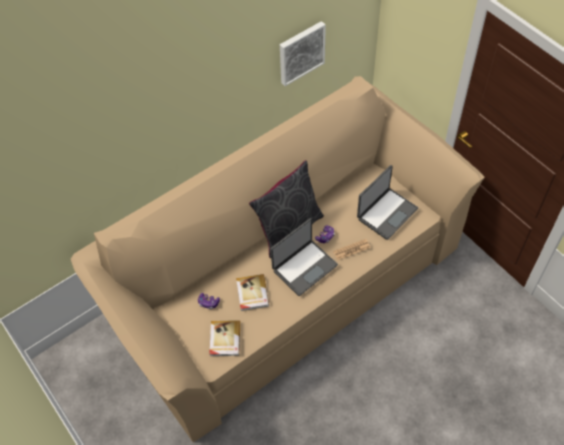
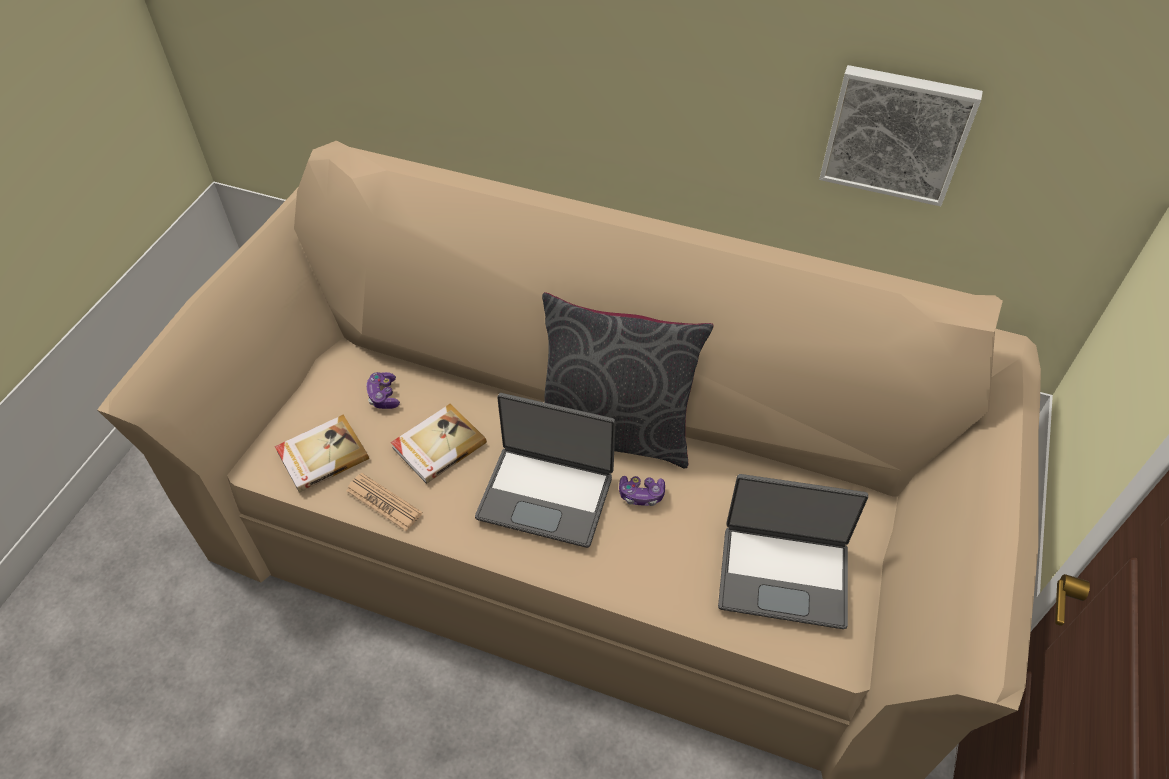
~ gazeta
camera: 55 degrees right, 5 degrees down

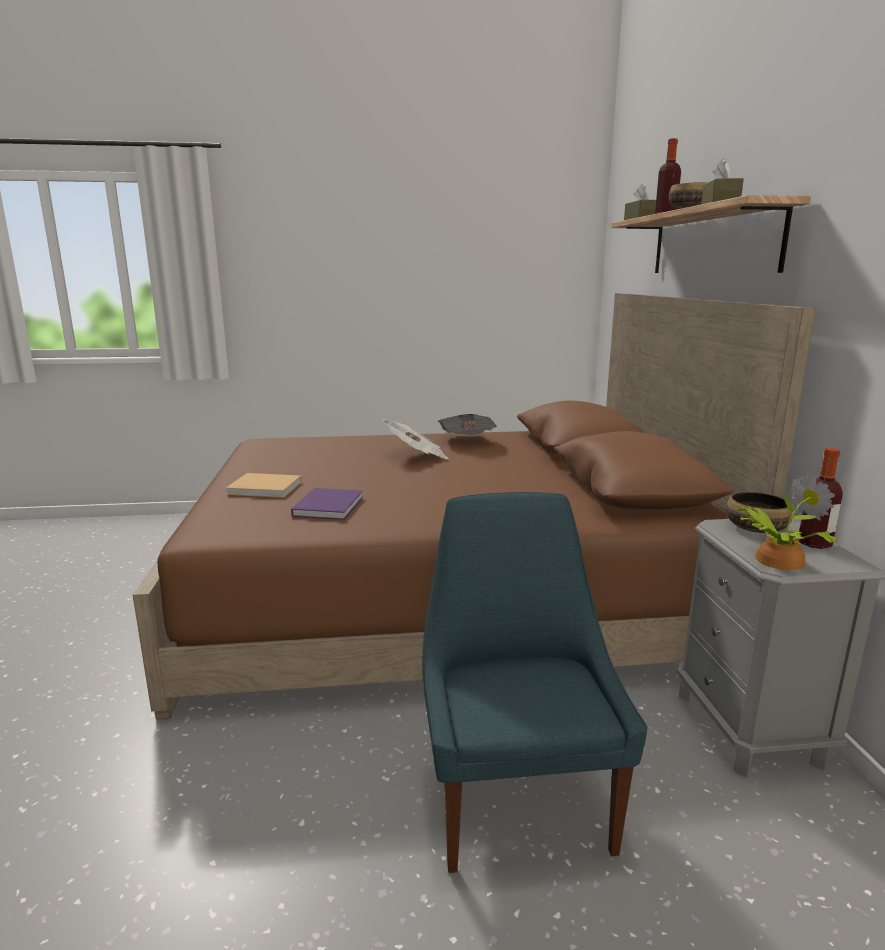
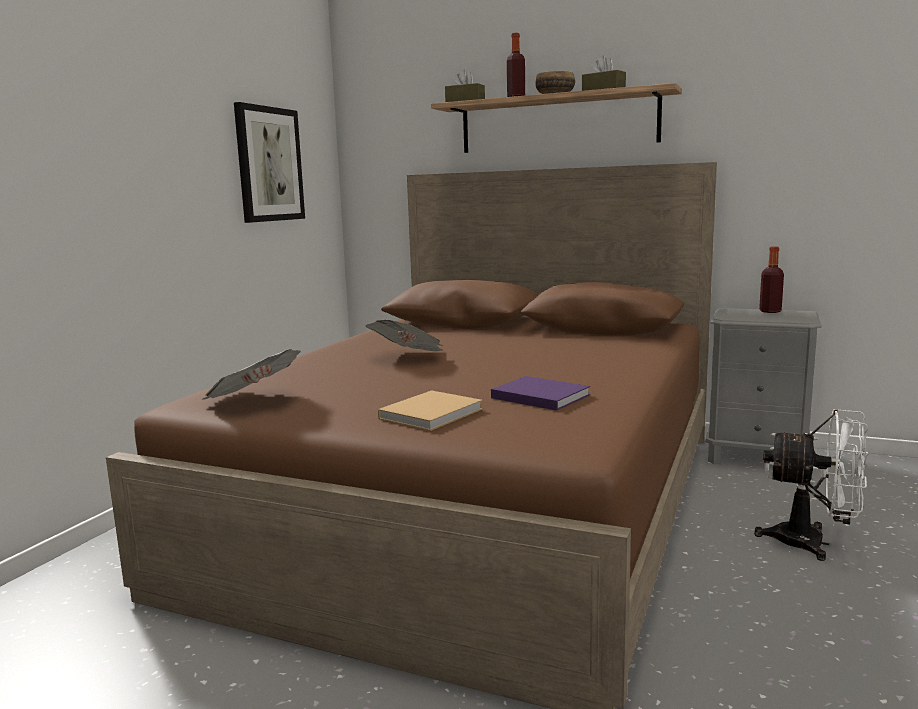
~ gazeta (no. 2 from left in the first image) to gazeta (no. 1 from left)
+ obraz
~ krzesło/niebieski to wentylator/biały
- miska (no. 2 from left)
- roślina doniczkowa
camera: 60 degrees left, 5 degrees down

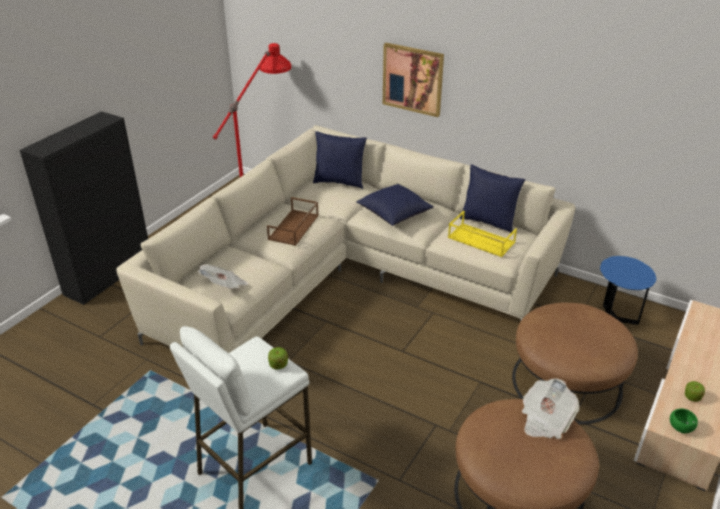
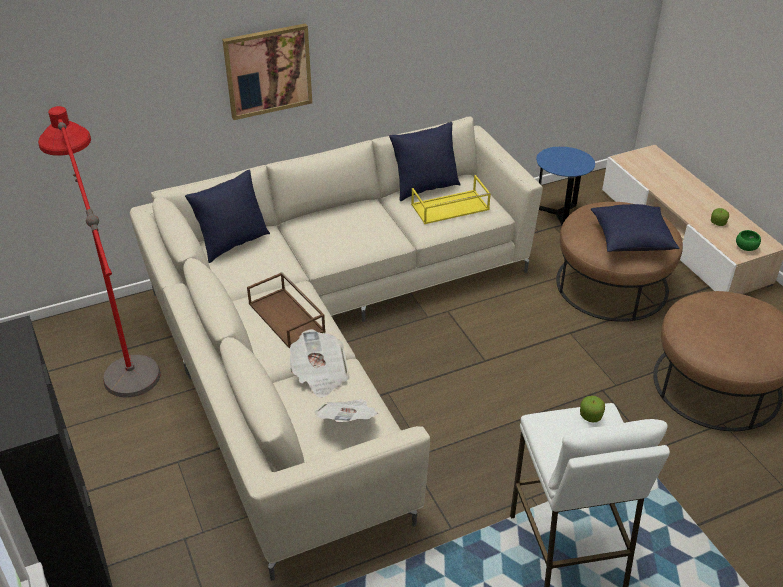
~ gazeta (no. 2 from left in the first image) to gazeta (no. 1 from left)
~ poduszka/niebieski (no. 2 from left in the first image) to poduszka/niebieski (no. 3 from left)
camera: 55 degrees left, 5 degrees up

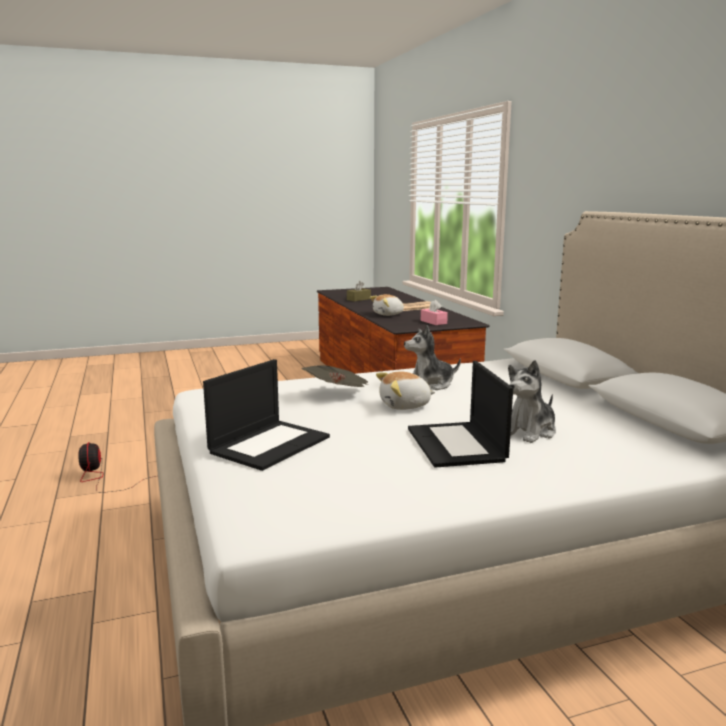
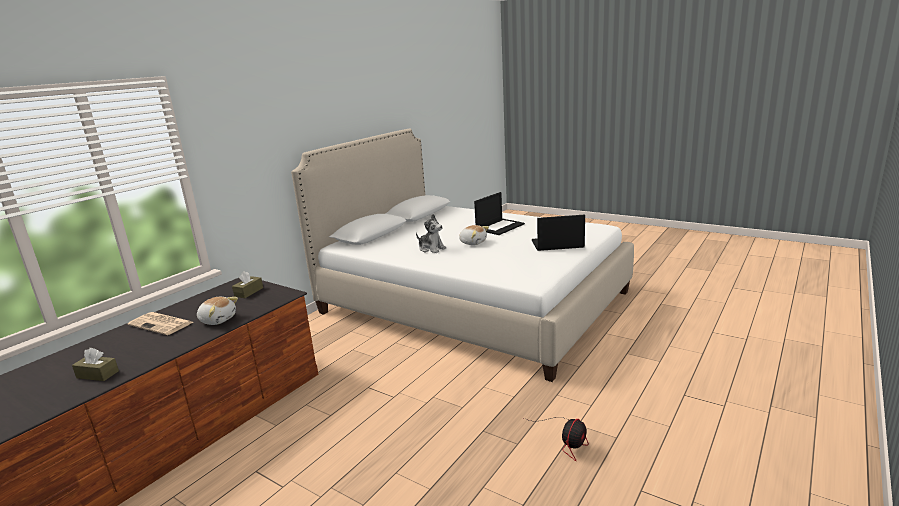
~ pudełko chusteczek/różowy to pudełko chusteczek/brązowy (no. 2 from left)
- gazeta (no. 1 from left)
- pluszak (no. 4 from left)
camera: 125 degrees left, 5 degrees up

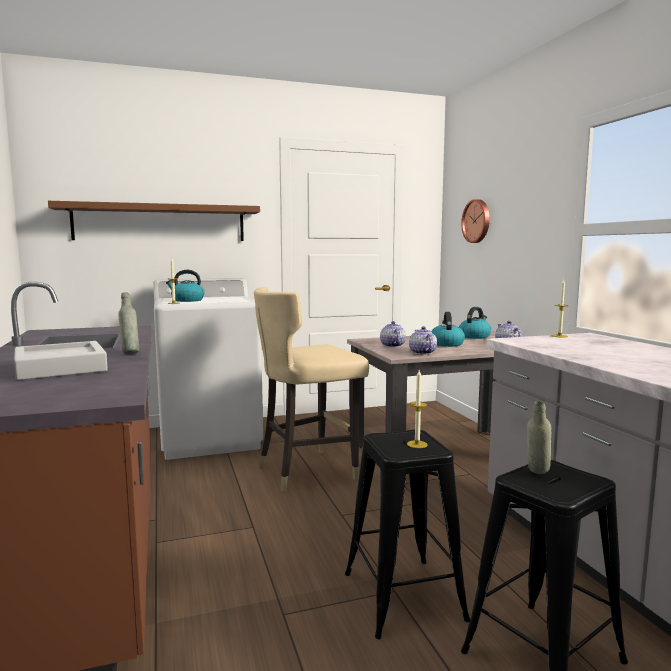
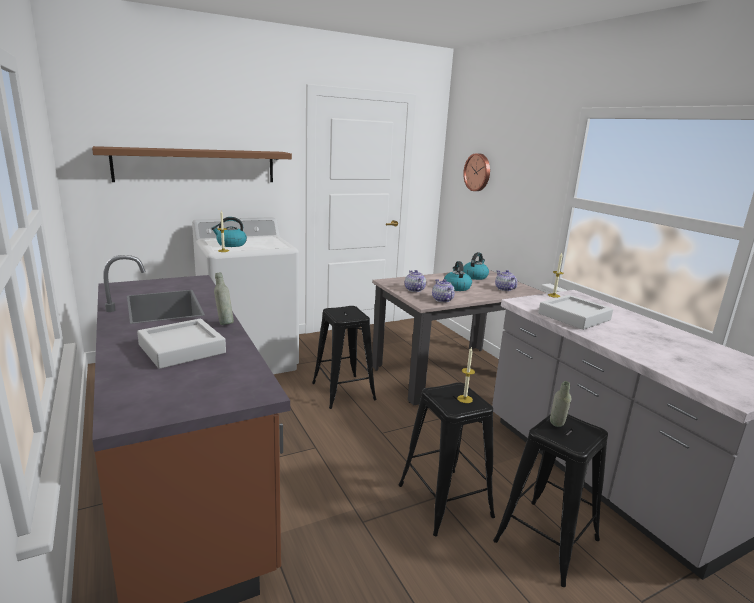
~ krzesło/beżowy to stołek/czarny (no. 1 from left)
+ taca/szary (no. 2 from left)
camera: 10 degrees left, 10 degrees up

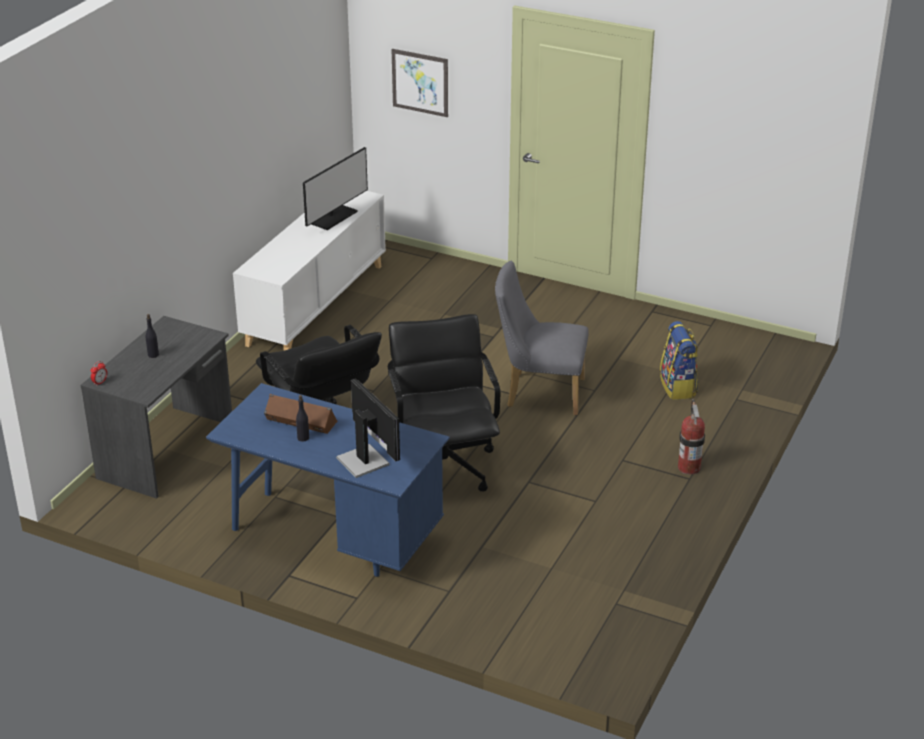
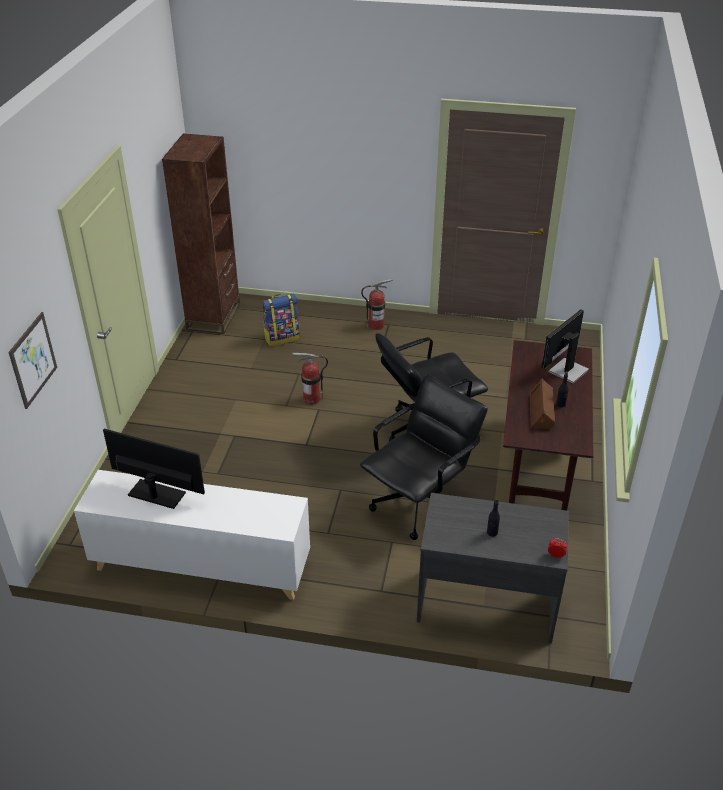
+ regał/brązowy
~ krzesło/szary to gaśnica (no. 1 from left)
~ biurko/niebieski to biurko/brązowy
camera: 105 degrees left, 5 degrees up

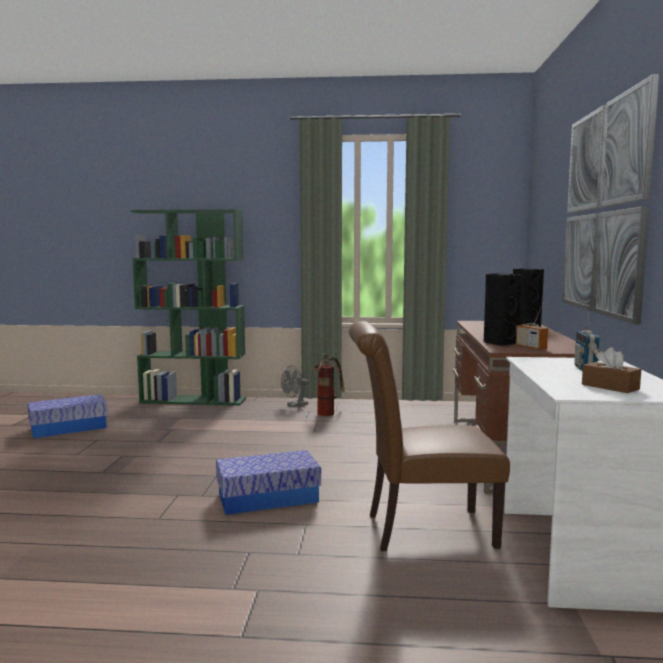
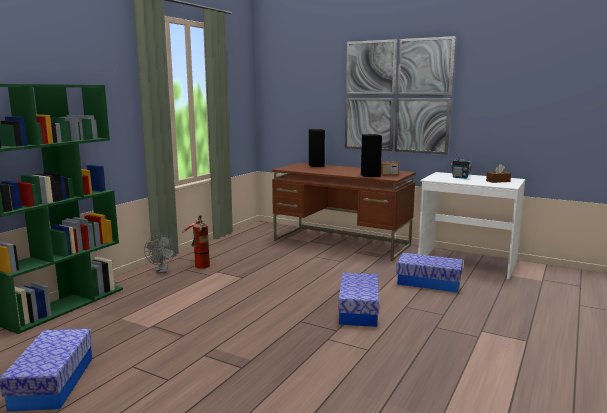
~ krzesło/brązowy to pojemnik do przechowywania (no. 3 from left)
camera: 65 degrees left, 5 degrees up

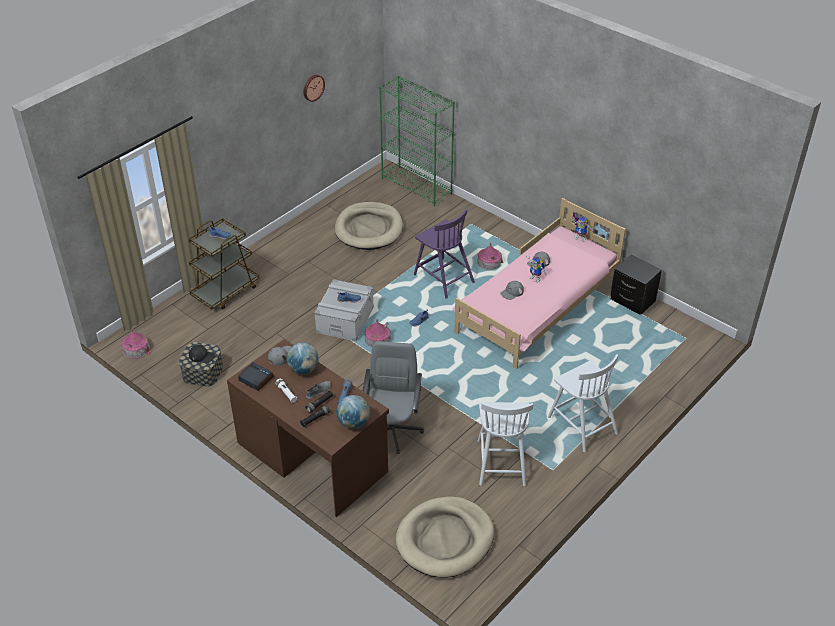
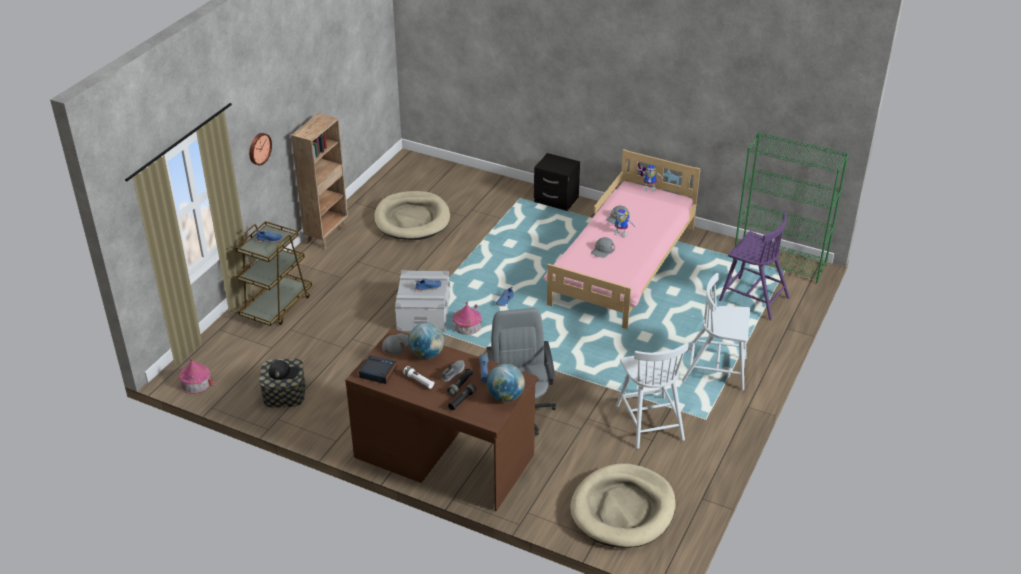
~ zegar ścienny
+ regał/brązowy
~ szafka nocna/czarny
~ krzesło/biały (no. 2 from left) 150 degrees clockwise
~ krzesło/fioletowy
~ regał/zielony
- domek (no. 3 from left)
camera: 15 degrees left, 5 degrees down

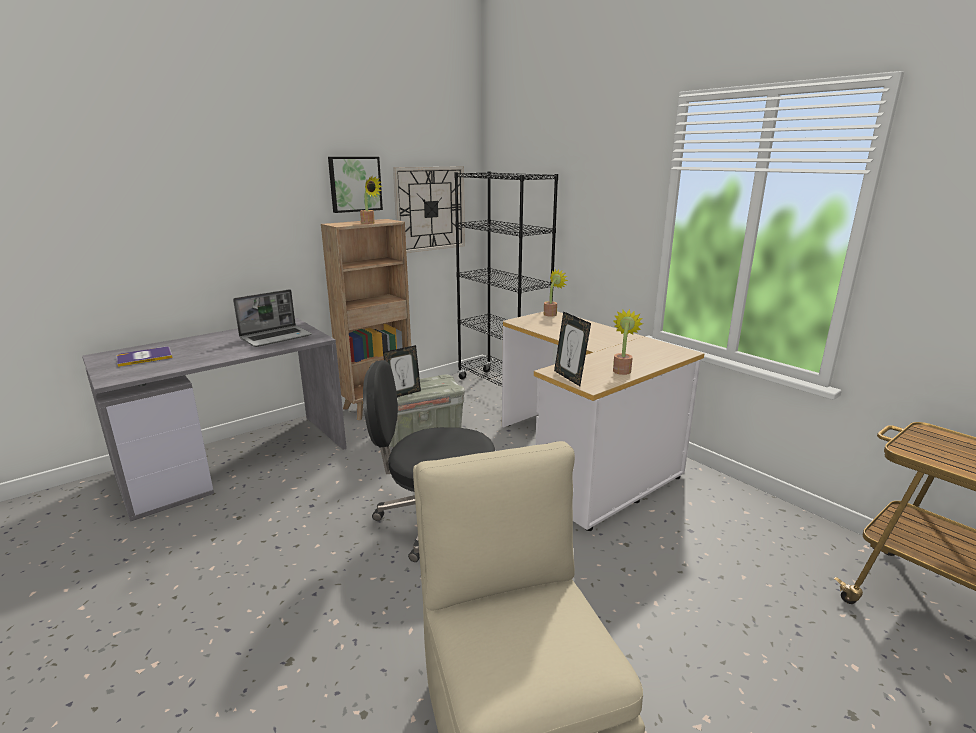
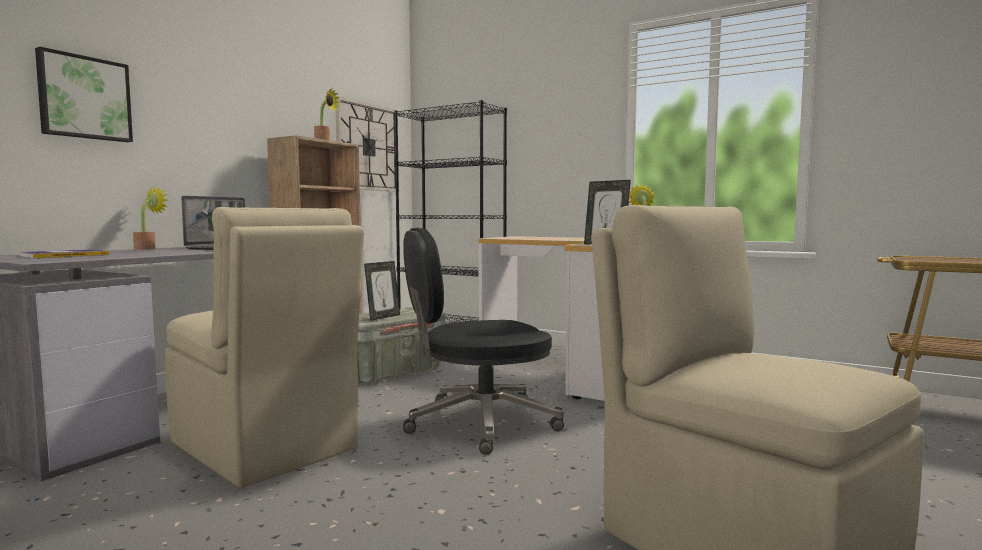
~ obraz
~ roślina doniczkowa (no. 2 from left in the first image) to roślina doniczkowa (no. 1 from left)
+ krzesło/beżowy (no. 1 from left)
camera: 20 degrees left, 15 degrees down

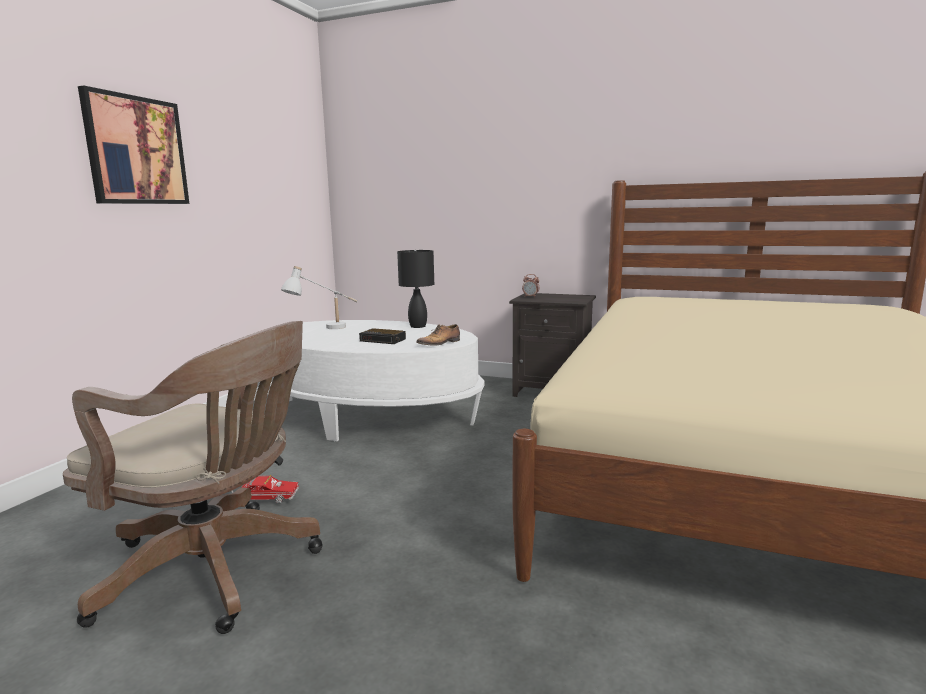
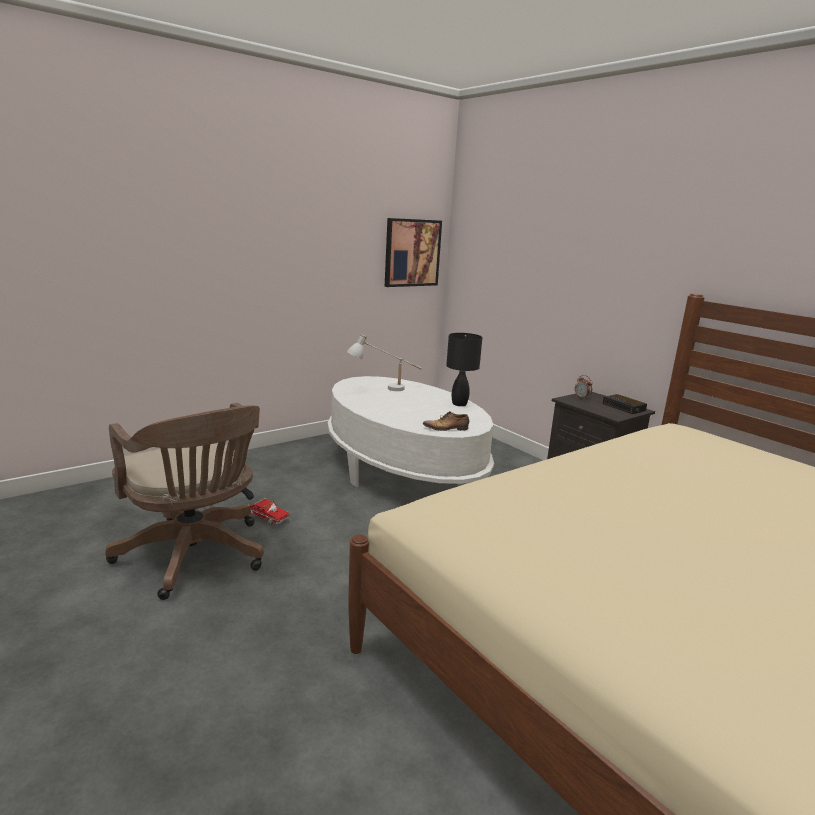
~ obraz
~ budzik (no. 1 from left in the first image) to budzik (no. 2 from left)
camera: 30 degrees right, 5 degrees up

